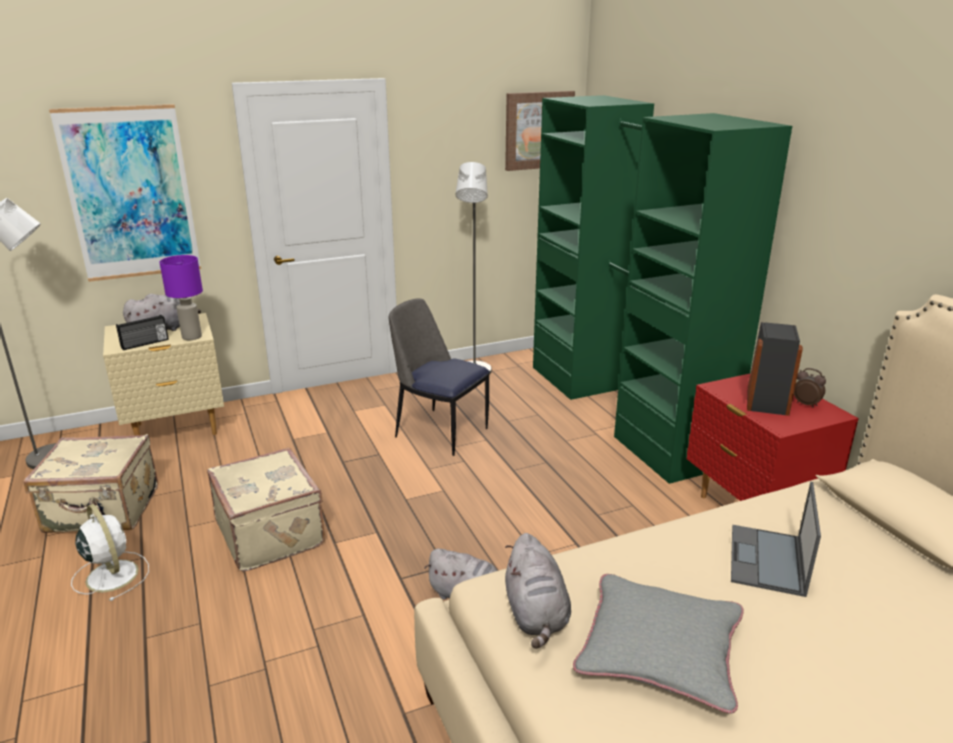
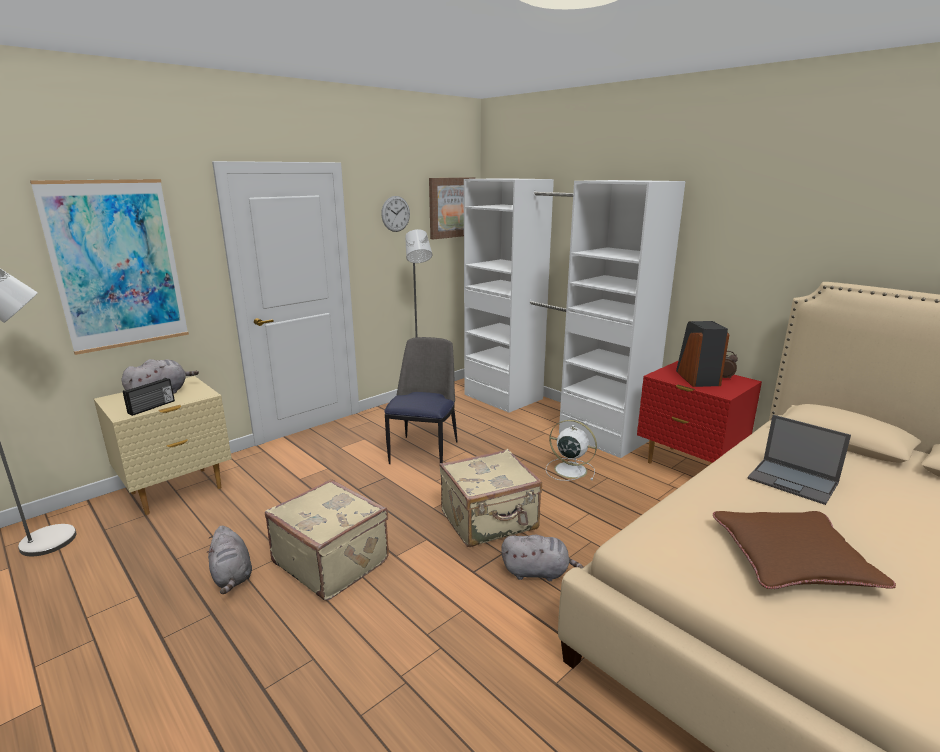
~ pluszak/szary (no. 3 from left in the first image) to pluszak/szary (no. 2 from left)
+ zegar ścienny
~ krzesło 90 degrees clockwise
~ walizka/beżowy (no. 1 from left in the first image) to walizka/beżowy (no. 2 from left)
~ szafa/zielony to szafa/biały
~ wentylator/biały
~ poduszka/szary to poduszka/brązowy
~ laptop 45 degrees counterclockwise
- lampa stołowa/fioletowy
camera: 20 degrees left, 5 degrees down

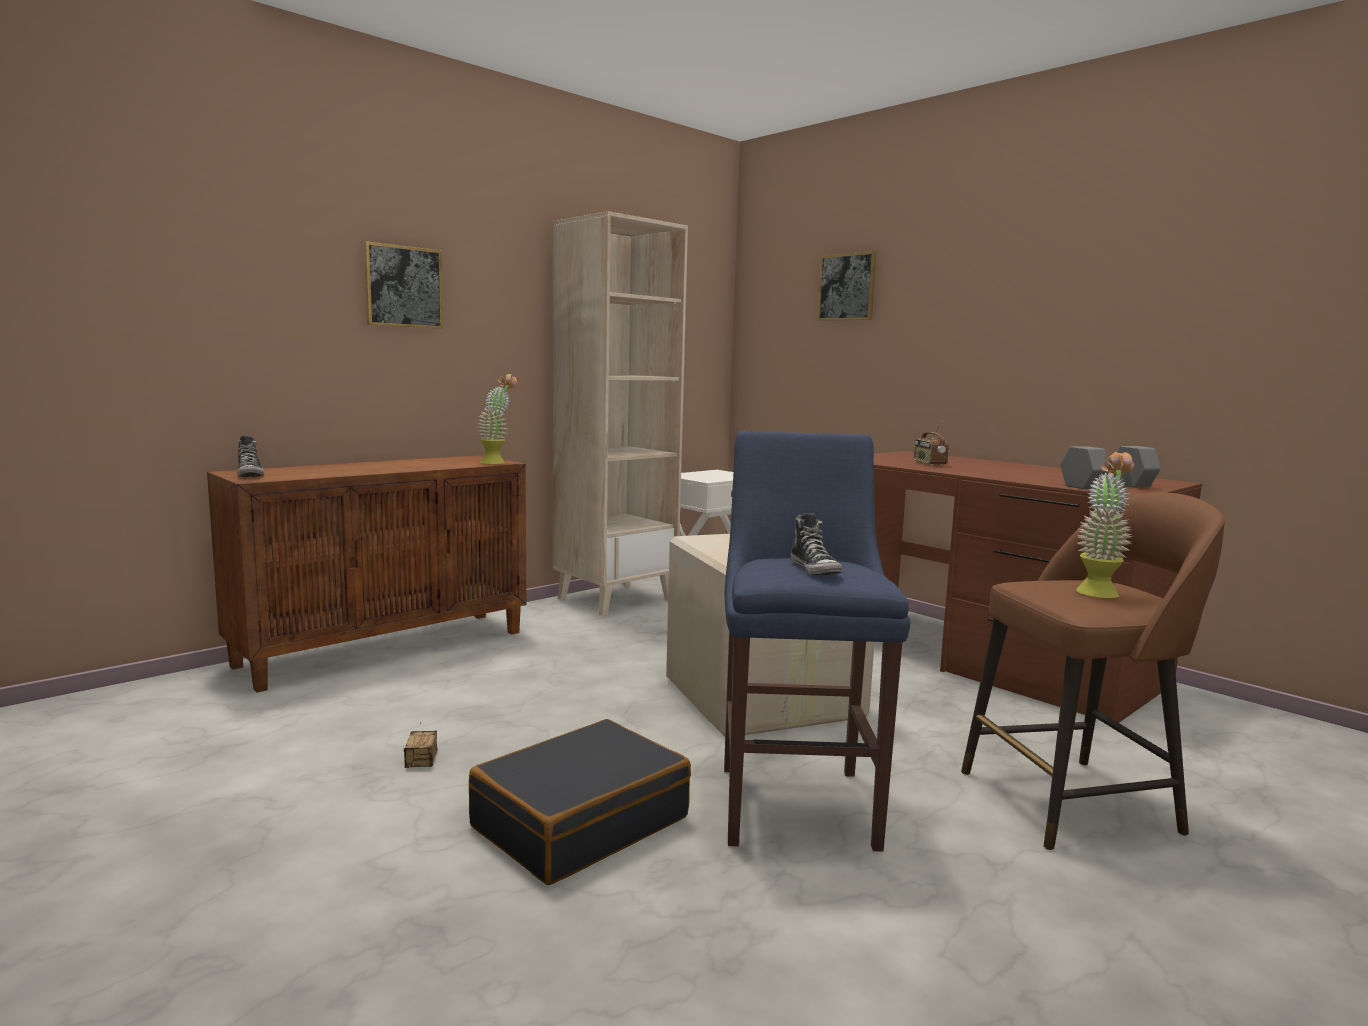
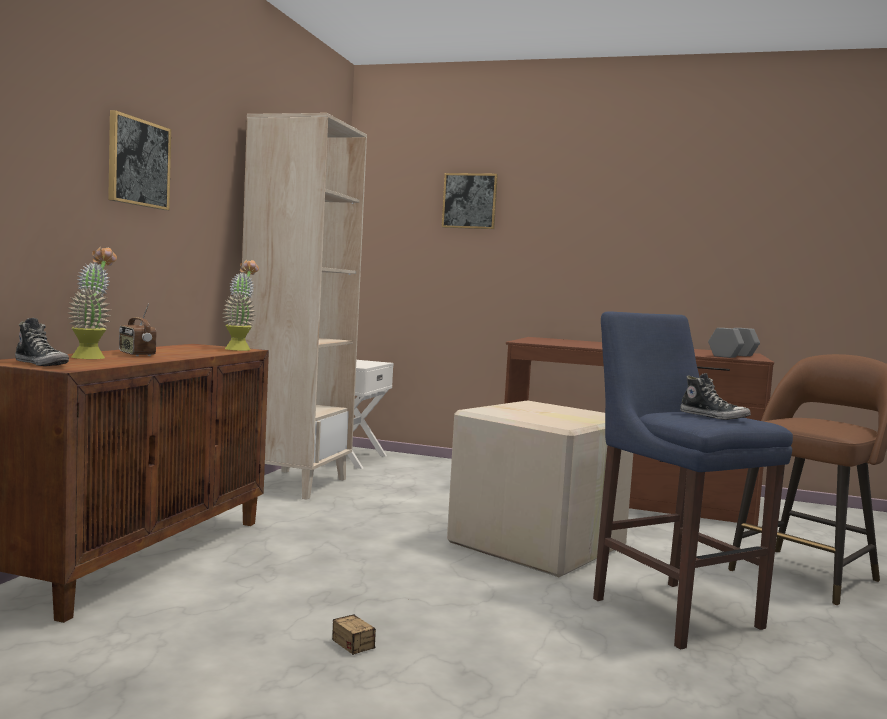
~ roślina doniczkowa (no. 2 from left in the first image) to roślina doniczkowa (no. 1 from left)
~ radio
- walizka/czarny
camera: 30 degrees left, 5 degrees down

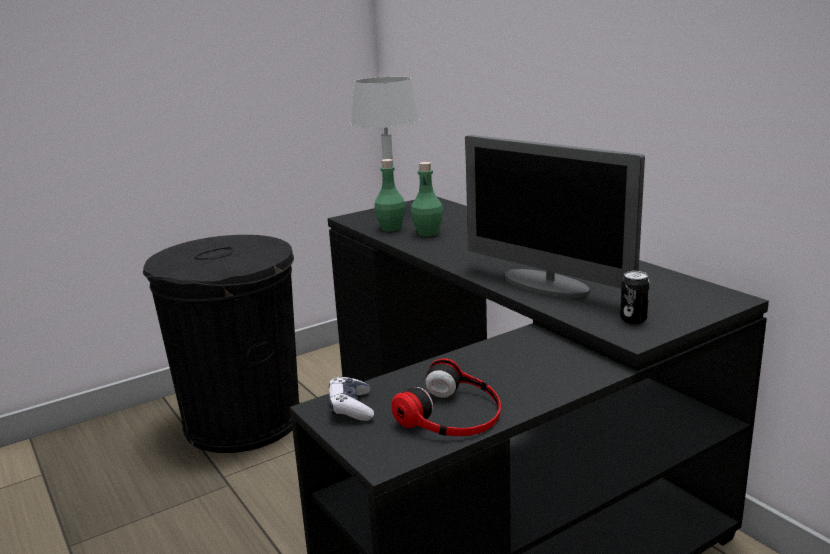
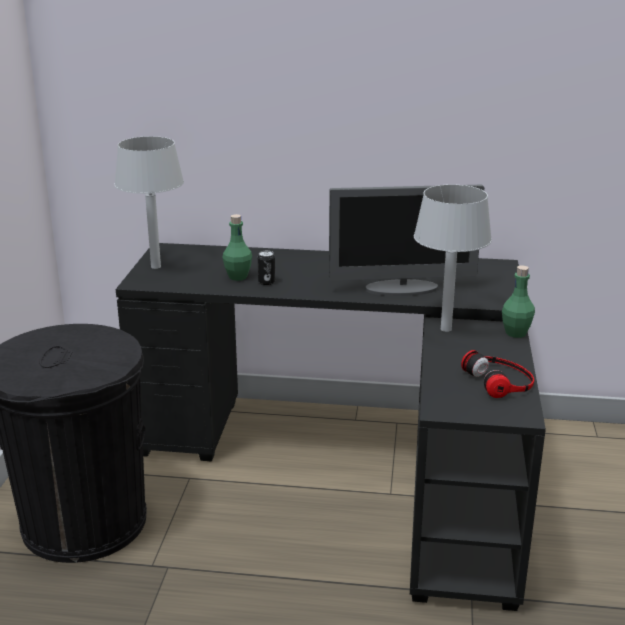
~ puszka
+ lampa stołowa/szary (no. 2 from left)
~ butelka/zielony (no. 1 from left in the first image) to butelka/zielony (no. 2 from left)
- pad do gier
camera: 50 degrees left, 5 degrees up

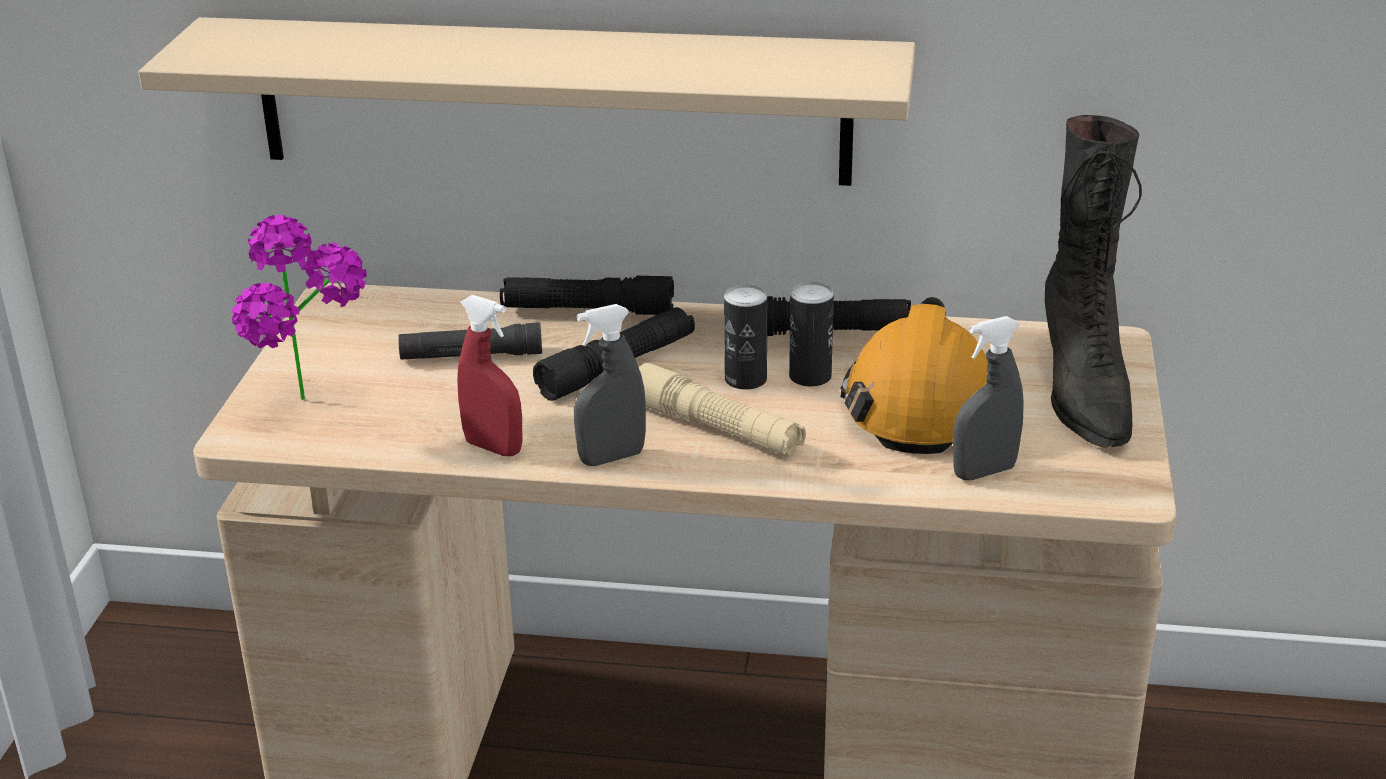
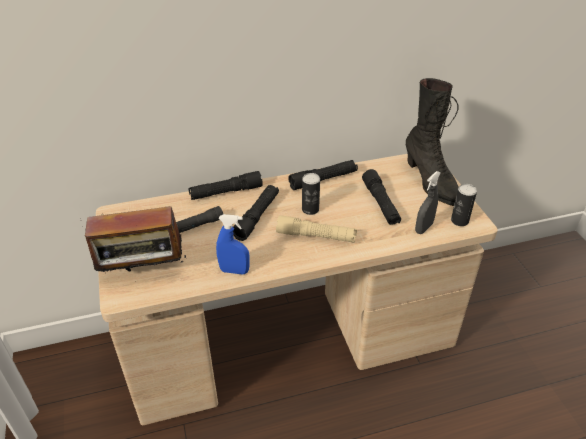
~ roślina doniczkowa to radio
~ spryskiwacz/czerwony to spryskiwacz/niebieski
~ kask/pomarańczowy to latarka/czarny (no. 5 from left)
~ puszka (no. 2 from left)
- półka/beżowy
- spryskiwacz/szary (no. 1 from left)
camera: 25 degrees left, 10 degrees up

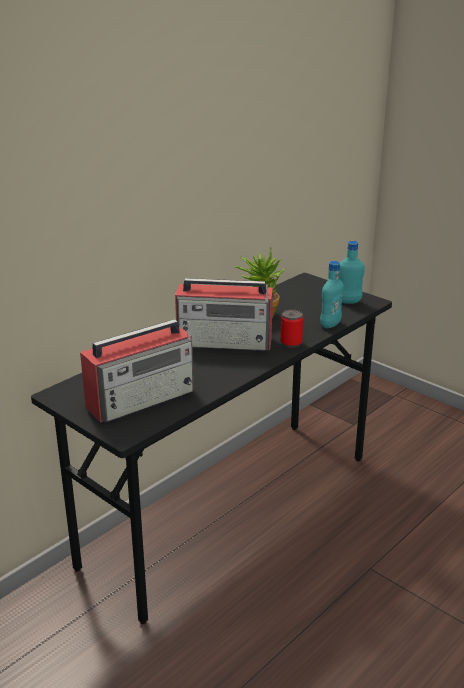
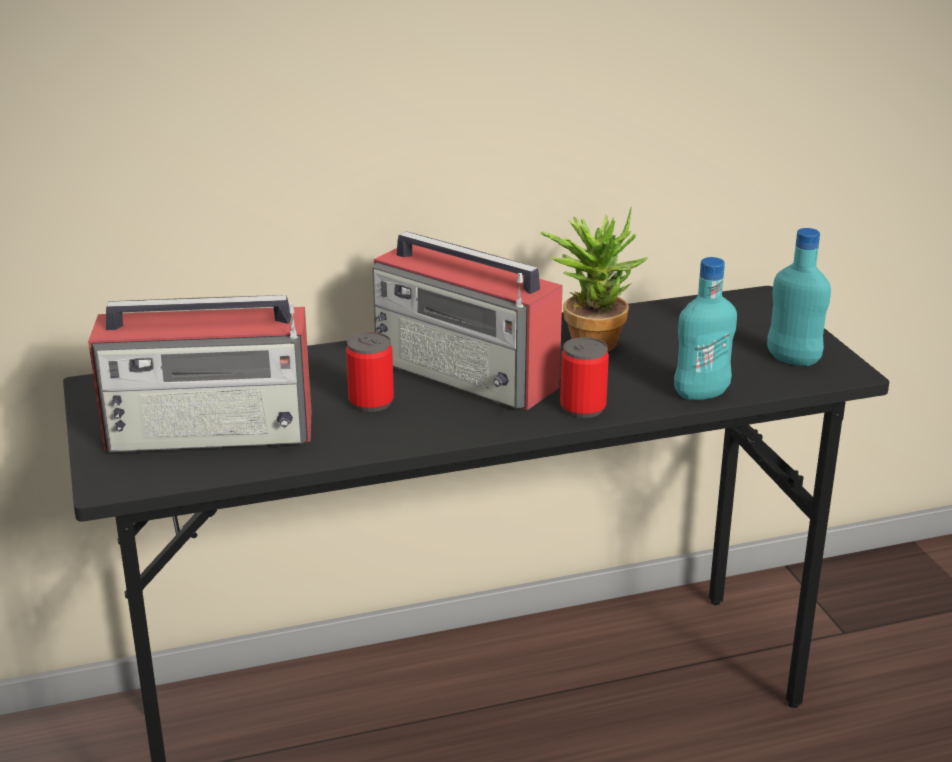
+ puszka (no. 1 from left)
camera: 30 degrees right, 0 degrees up

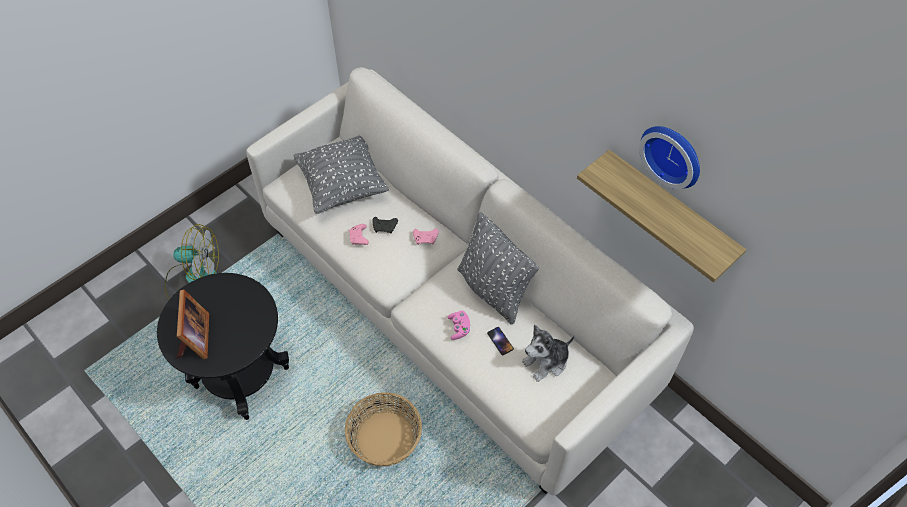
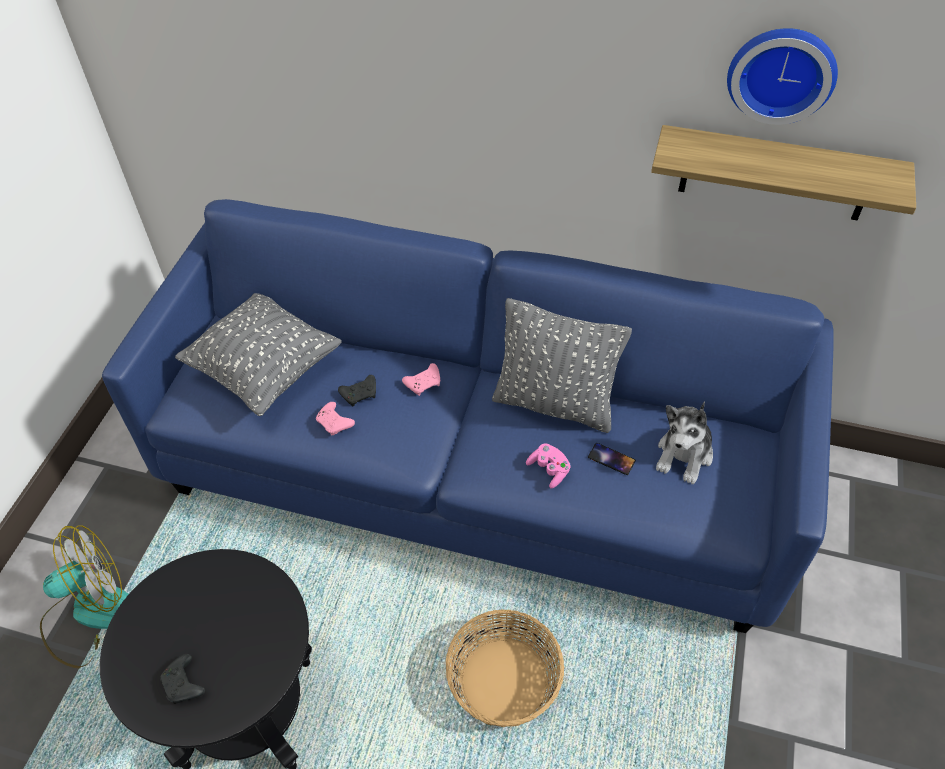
~ kanapa/biały to kanapa/niebieski
~ ramka na zdjęcie to pad do gier/czarny (no. 1 from left)
camera: 30 degrees left, 5 degrees down

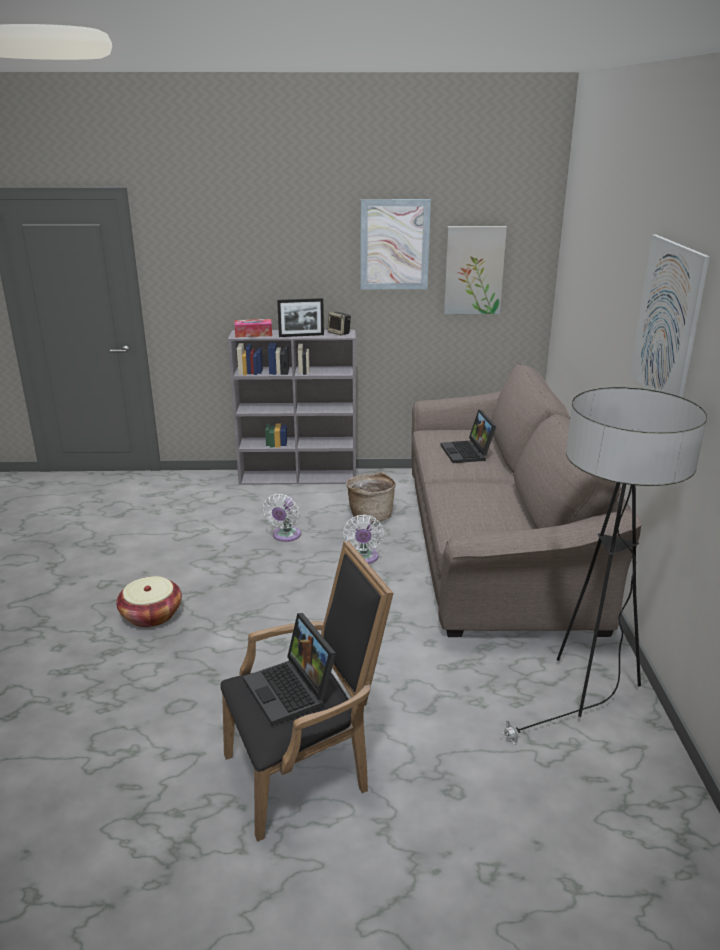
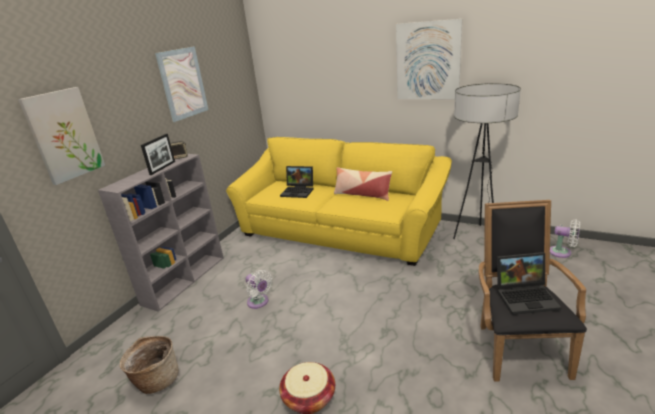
~ obraz (no. 2 from left in the first image) to obraz (no. 1 from left)
~ koszyk (no. 2 from left in the first image) to koszyk (no. 1 from left)
~ kanapa/brązowy to kanapa/żółty
+ poduszka
~ wentylator/biały (no. 2 from left)
- pudełko chusteczek
camera: 60 degrees left, 0 degrees up

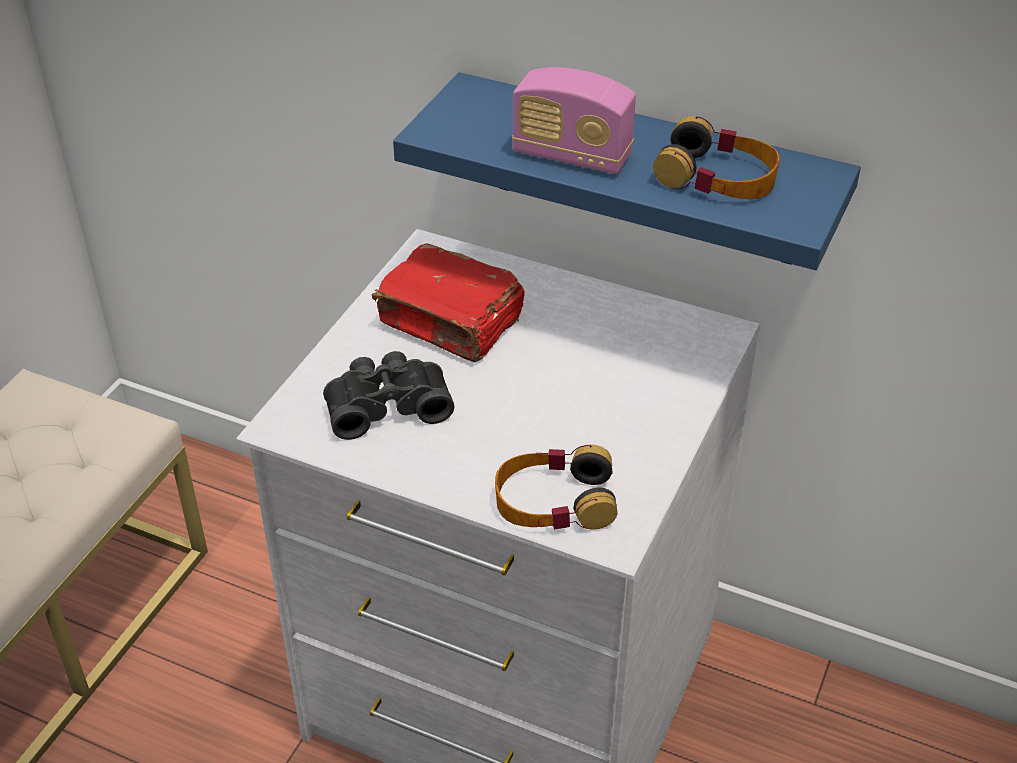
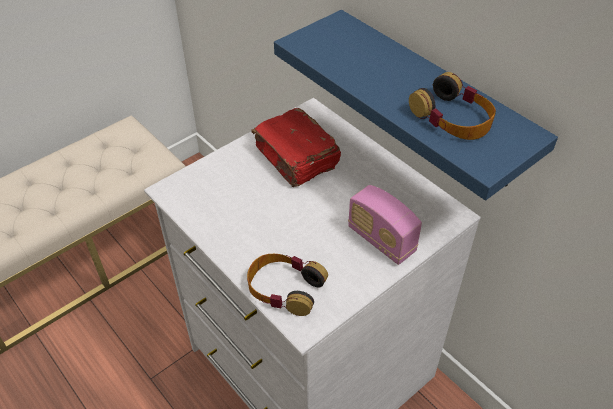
~ radio
- lornetka/czarny
camera: 25 degrees right, 5 degrees up

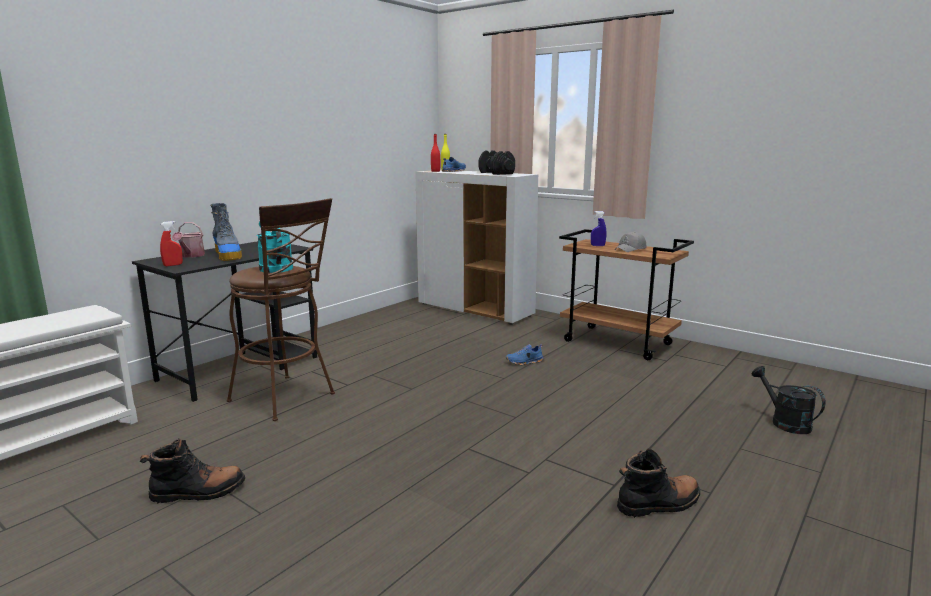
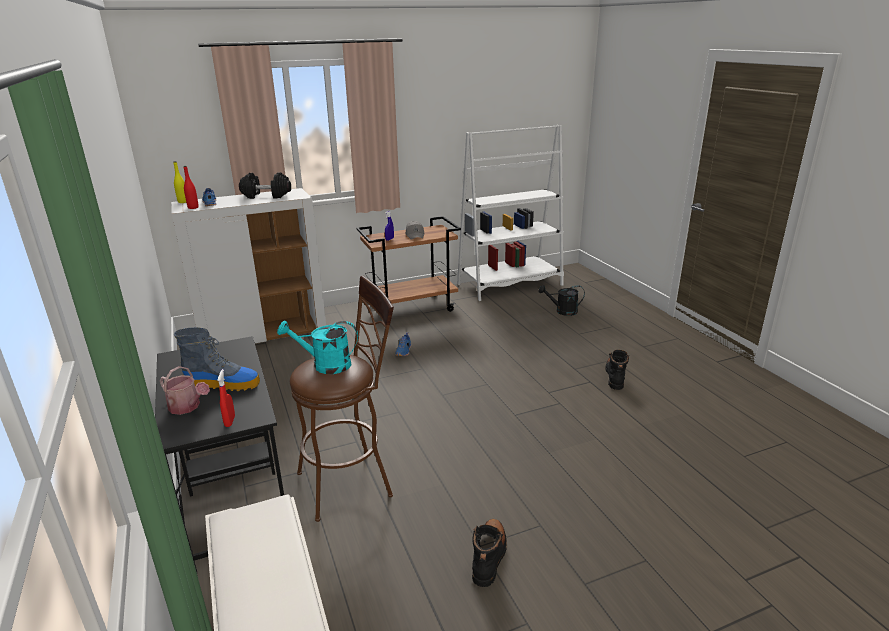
+ regał/biały
camera: 60 degrees left, 10 degrees up

